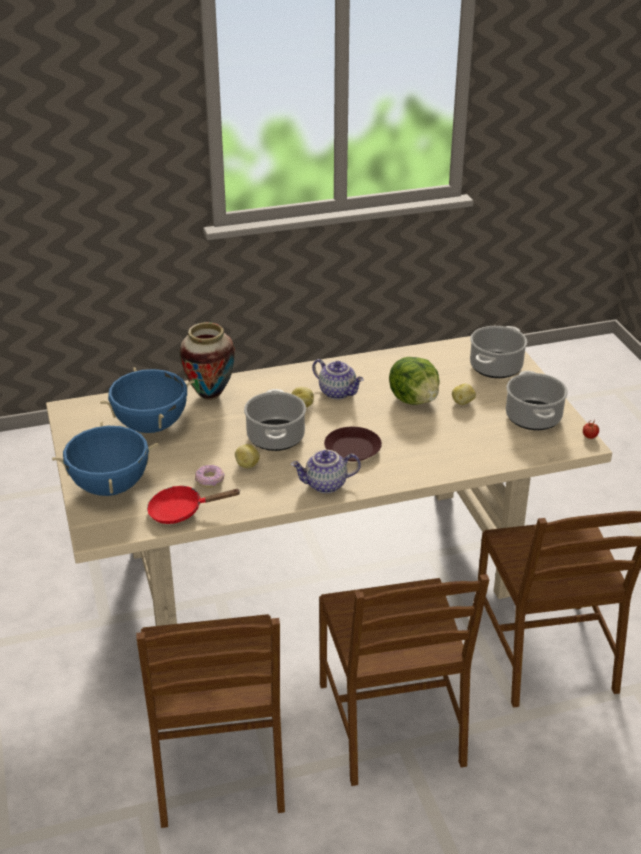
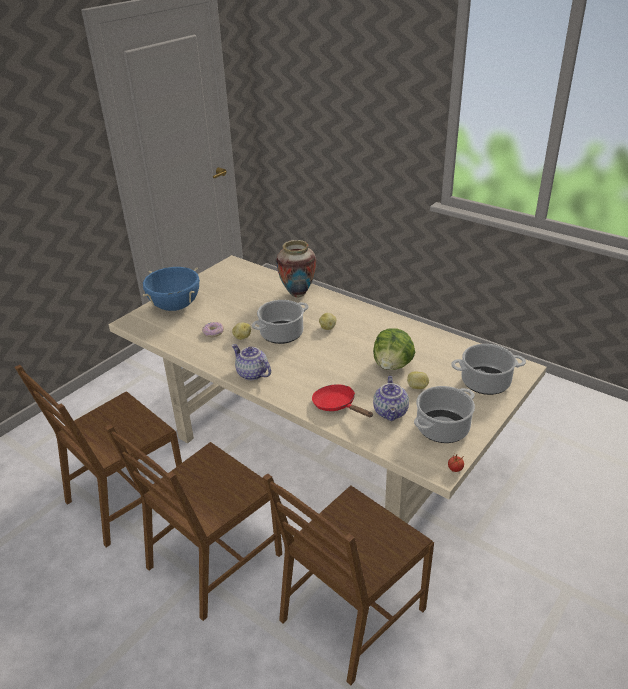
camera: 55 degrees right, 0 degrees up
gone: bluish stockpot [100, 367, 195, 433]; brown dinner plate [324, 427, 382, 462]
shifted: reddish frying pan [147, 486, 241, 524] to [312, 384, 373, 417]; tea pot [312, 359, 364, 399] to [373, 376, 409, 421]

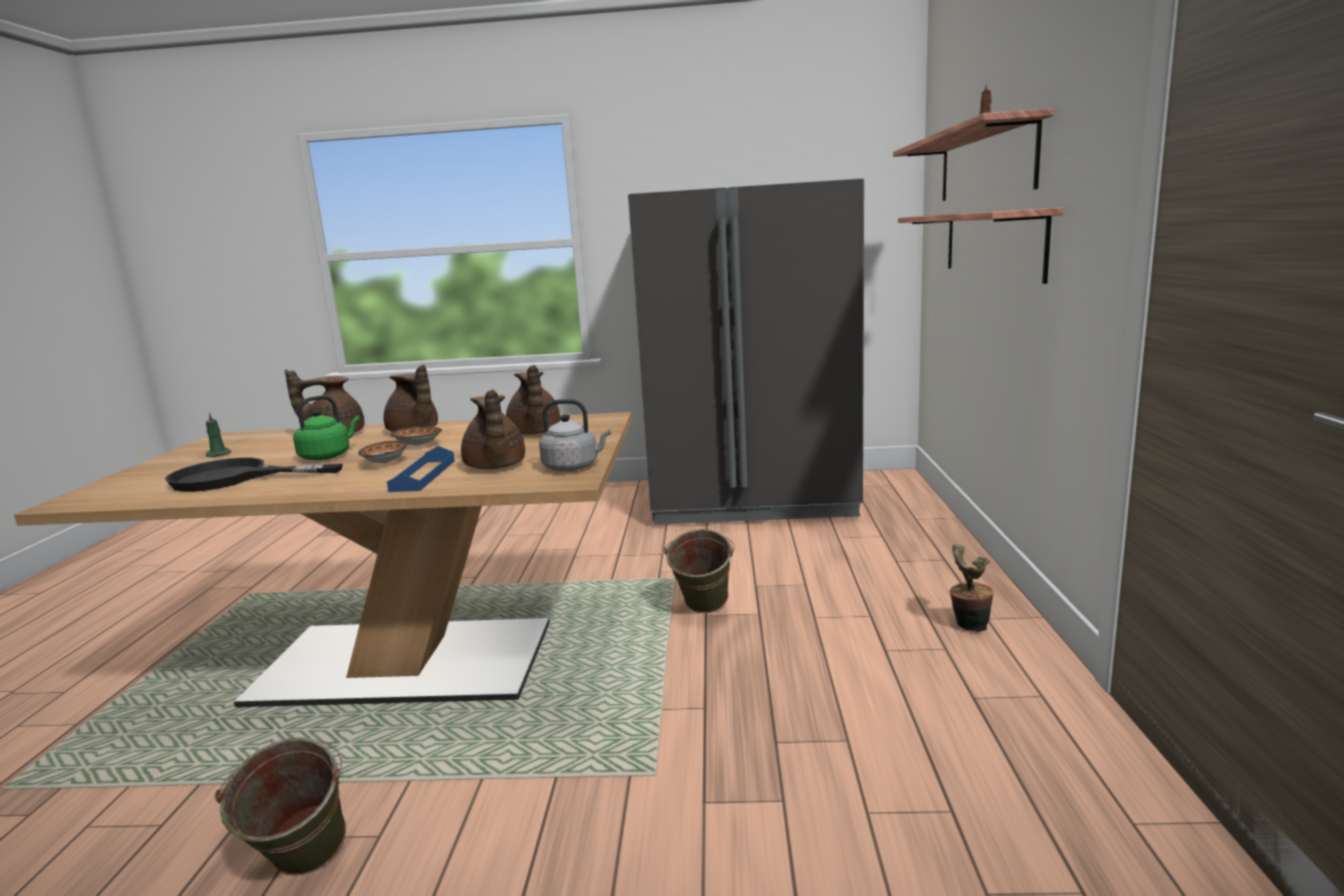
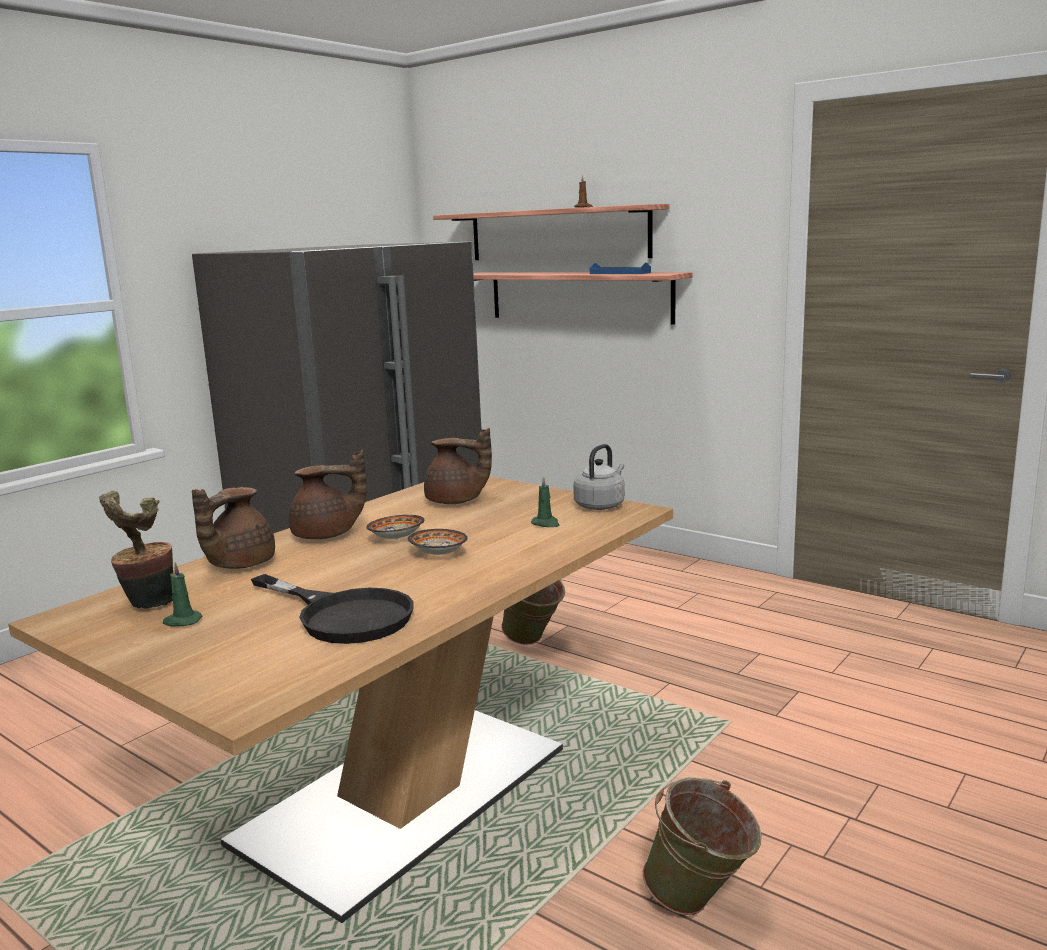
camera: 55 degrees left, 0 degrees up
gone: greenish tea kettle [293, 395, 360, 460]
shifted: bluish carrying tray [387, 446, 455, 492] to [590, 262, 651, 274]; houseplant [950, 544, 994, 632] to [99, 491, 173, 609]
swapped: brown tea pot [461, 389, 525, 469] to greenish candle [531, 476, 560, 527]
rotated: black frying pan [165, 458, 343, 492] = [251, 574, 414, 644] 90 degrees counterclockwise

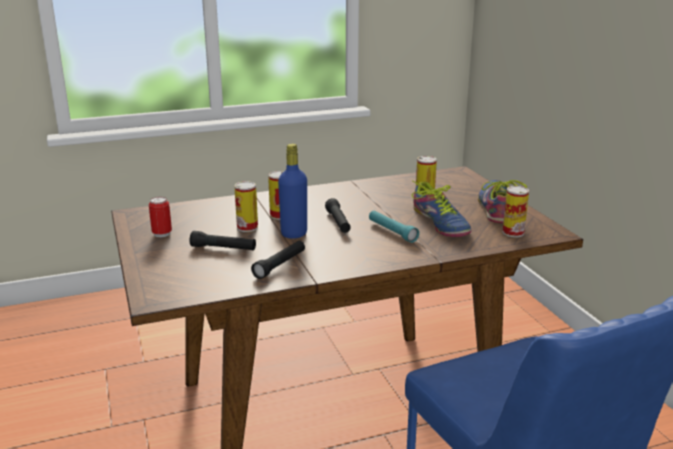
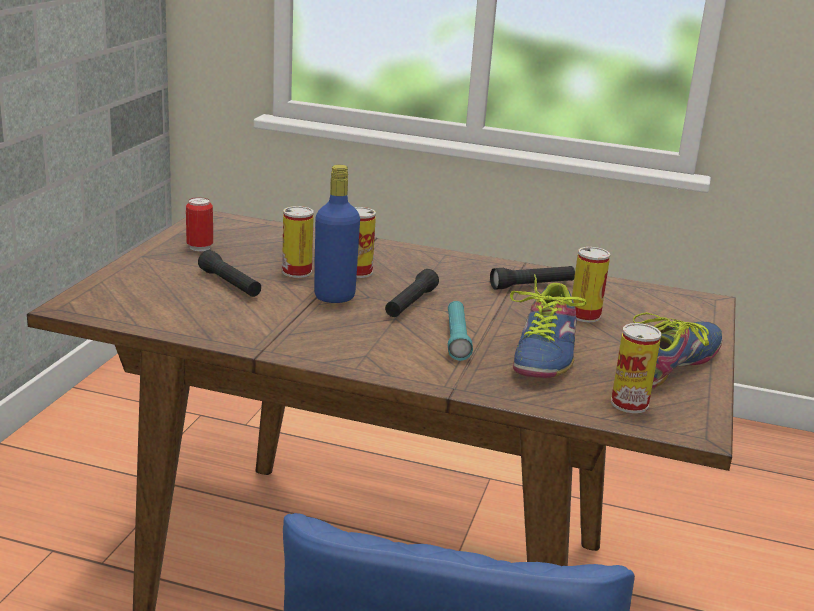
camera: 35 degrees right, 0 degrees up
shifted: black hand torch [251, 241, 305, 279] to [490, 266, 575, 289]

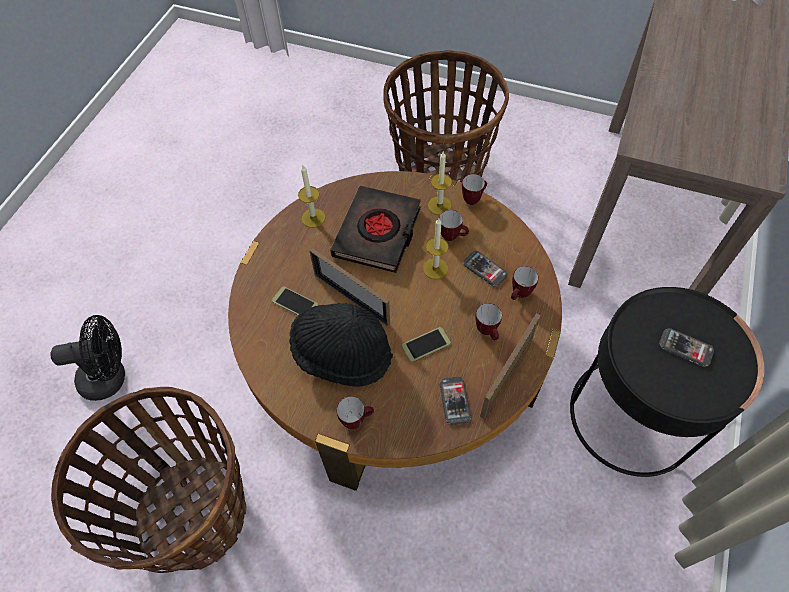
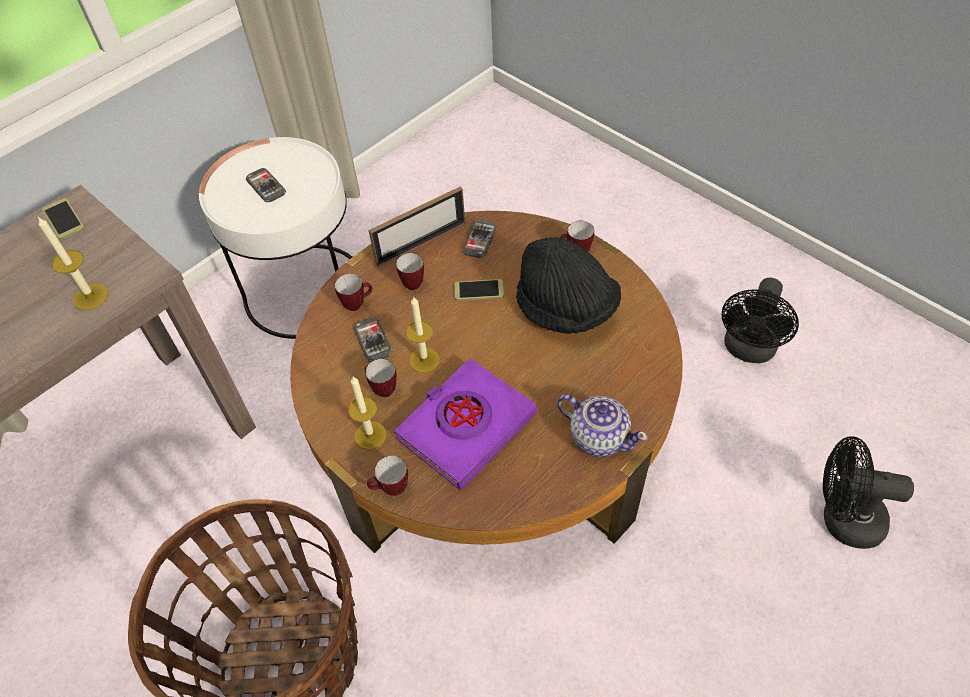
camera: 155 degrees left, 5 degrees down
gone: photo frame [309, 248, 390, 327]
new: tea pot [557, 394, 648, 457]
shifted: phone [272, 286, 318, 316] to [42, 198, 85, 240]; candle [298, 165, 325, 228] to [38, 216, 108, 310]; mug [462, 174, 487, 205] to [367, 455, 408, 496]
swapped: basket [51, 387, 246, 573] to black electric fan [721, 278, 799, 363]
repainted: black book [330, 186, 421, 273] to purple book [394, 358, 536, 490]; black accent table [570, 287, 764, 477] to white-coloured accent table [199, 137, 352, 339]

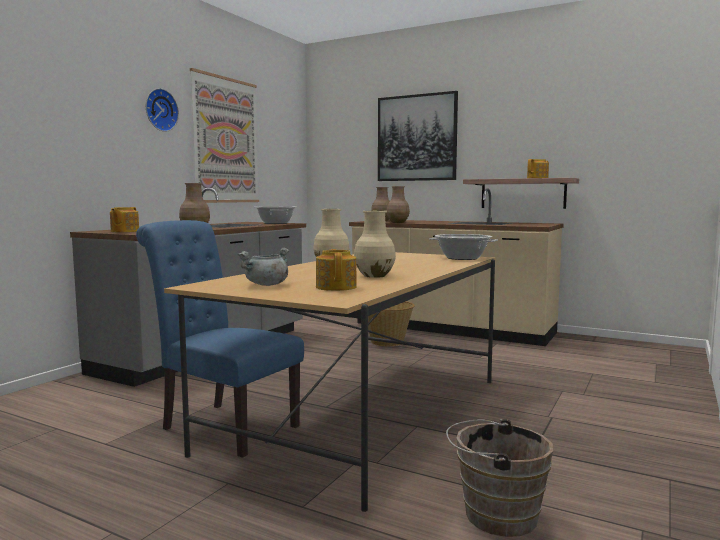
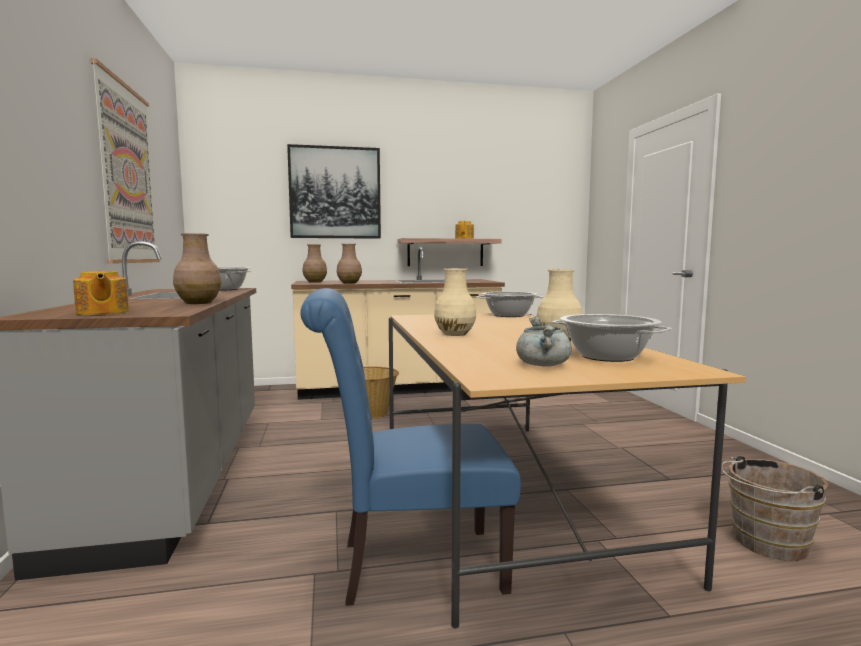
camera: 40 degrees left, 0 degrees up
gone: clock on the wall [146, 88, 179, 132]
swapped: tea pot [316, 249, 357, 291] to stockpot [552, 314, 672, 362]

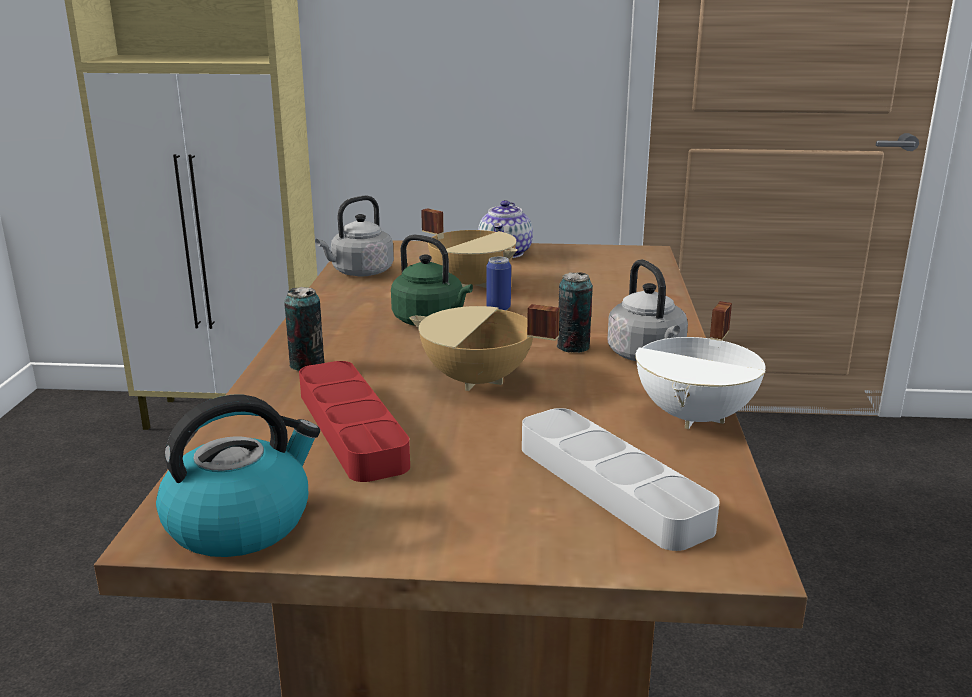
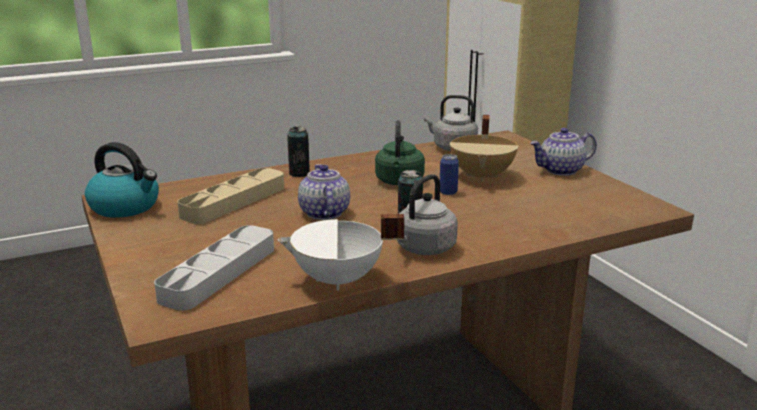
camera: 60 degrees right, 0 degrees up
swapped: beige stockpot [409, 304, 560, 391] to tea pot [298, 164, 350, 220]
repainted: reddish carrying tray [299, 361, 410, 482] to beige carrying tray [177, 168, 284, 224]

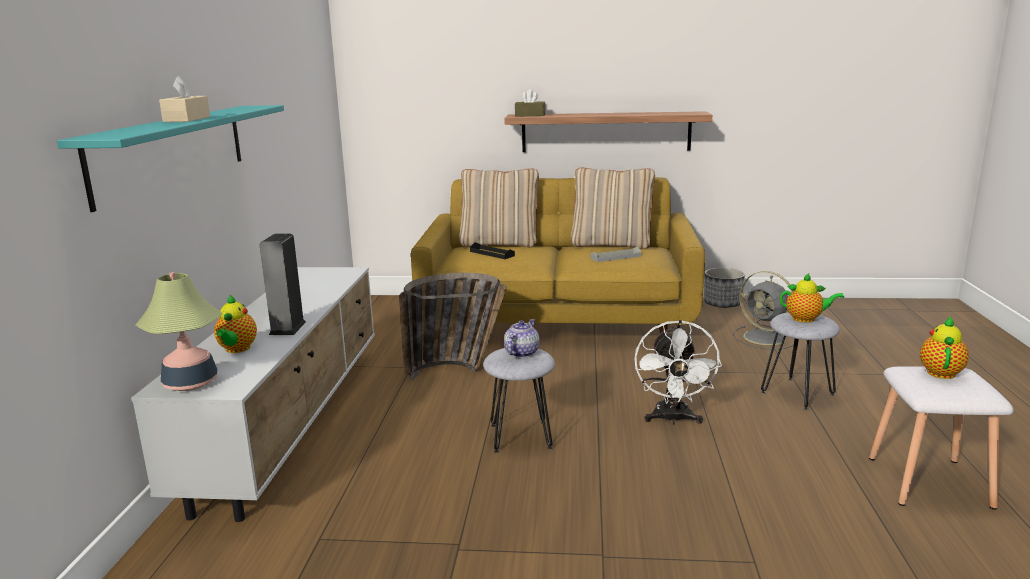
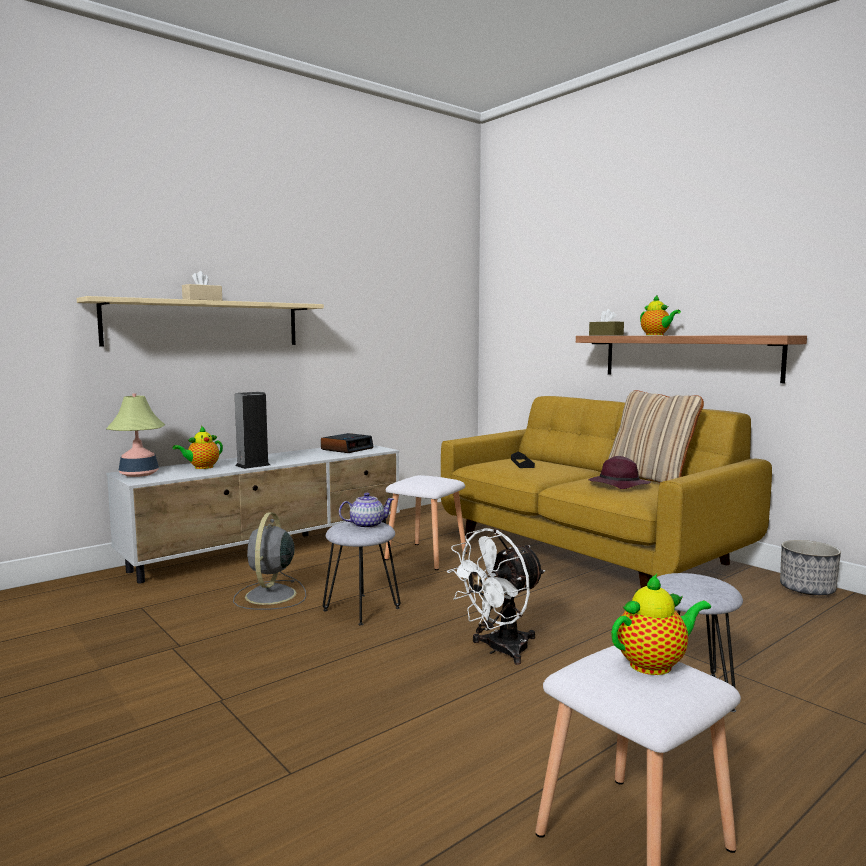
camera: 45 degrees right, 10 degrees down
gone: beige cushion [459, 169, 539, 247]
new: alarm clock [321, 433, 374, 453]
shifted: greyish electric fan [733, 271, 794, 350] to [233, 512, 306, 610]; tea pot [780, 273, 844, 323] to [640, 295, 681, 335]
swapped: basket [399, 273, 507, 381] to white-coloured sitting stool [384, 475, 467, 570]; greyish carrying tray [591, 246, 641, 262] to purple clothing hat [589, 456, 651, 489]
repainted: turquoise wall shelf [57, 105, 284, 212] to beige wall shelf [77, 296, 324, 346]

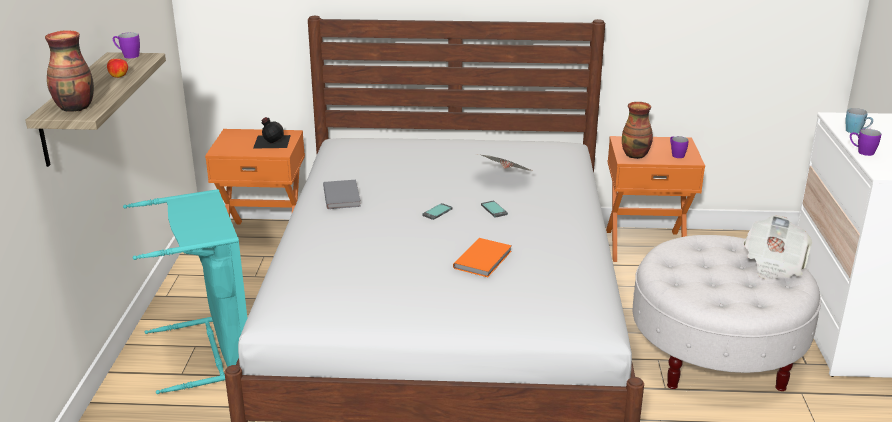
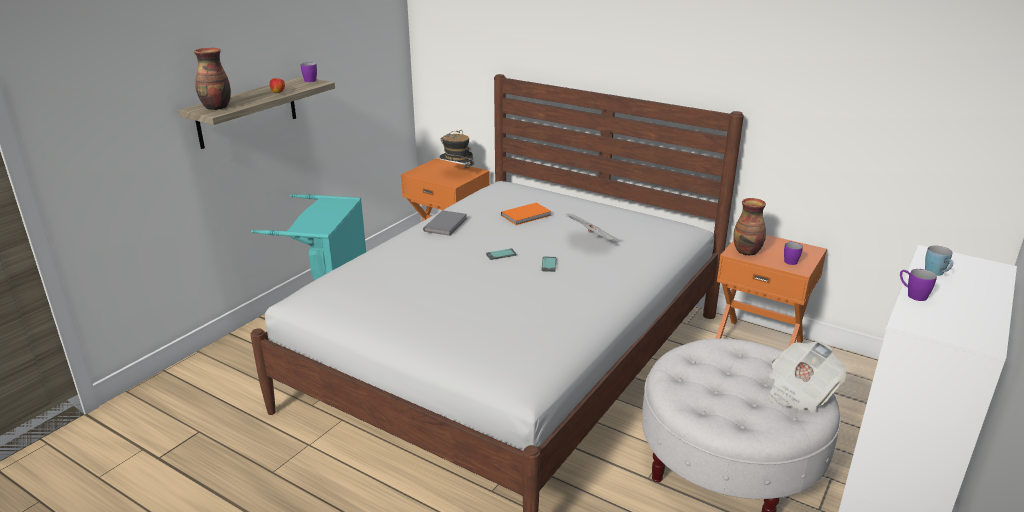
camera: 30 degrees right, 0 degrees up
shifted: orangey book [453, 238, 512, 277] to [501, 203, 551, 225]
swapped: black beverage bottle [253, 117, 291, 149] to clothing hat [439, 130, 474, 168]

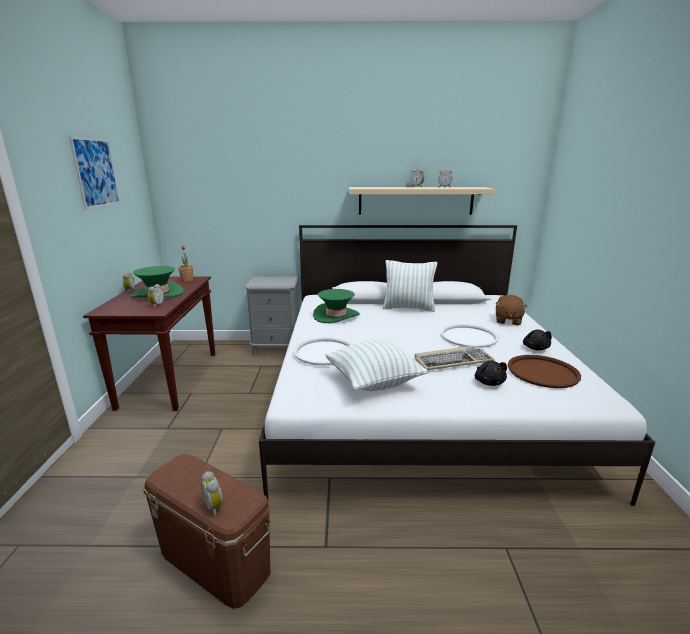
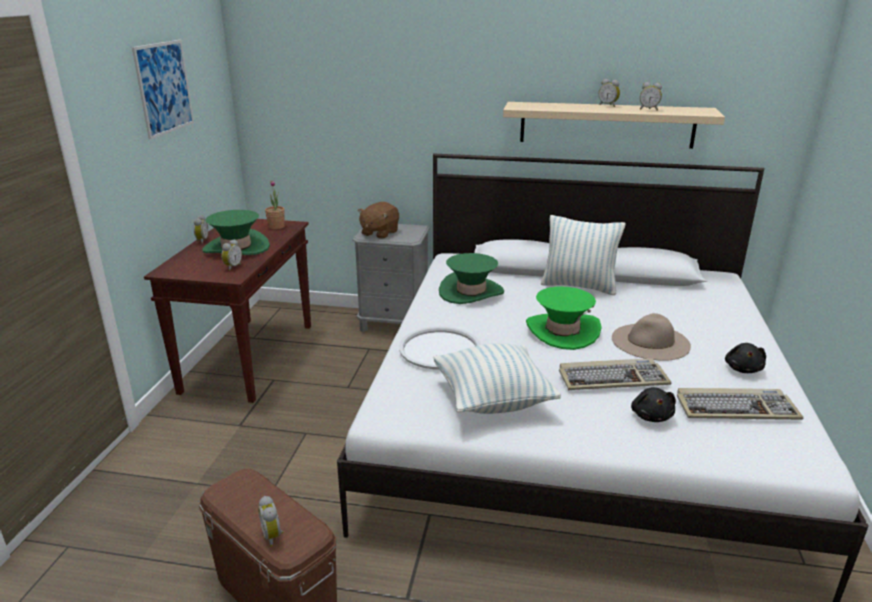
camera: 10 degrees right, 5 degrees up
new: greenish clothing hat [526, 287, 601, 350]
shifted: brown cuddly toy [496, 295, 527, 325] to [358, 202, 399, 239]
swapped: white-coloured carrying tray [441, 324, 499, 348] to beige clothing hat [612, 313, 691, 361]; brown carrying tray [508, 355, 581, 388] to keyboard [677, 388, 803, 420]

